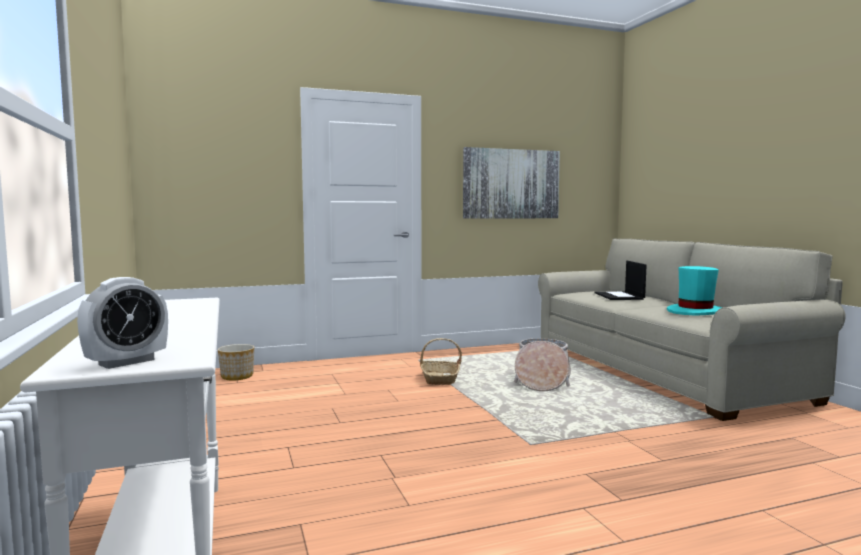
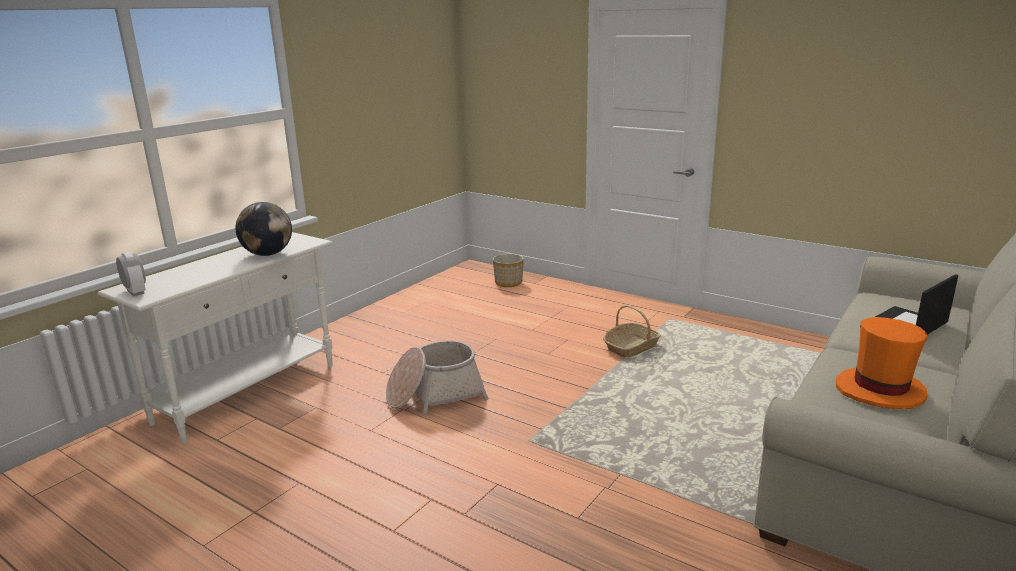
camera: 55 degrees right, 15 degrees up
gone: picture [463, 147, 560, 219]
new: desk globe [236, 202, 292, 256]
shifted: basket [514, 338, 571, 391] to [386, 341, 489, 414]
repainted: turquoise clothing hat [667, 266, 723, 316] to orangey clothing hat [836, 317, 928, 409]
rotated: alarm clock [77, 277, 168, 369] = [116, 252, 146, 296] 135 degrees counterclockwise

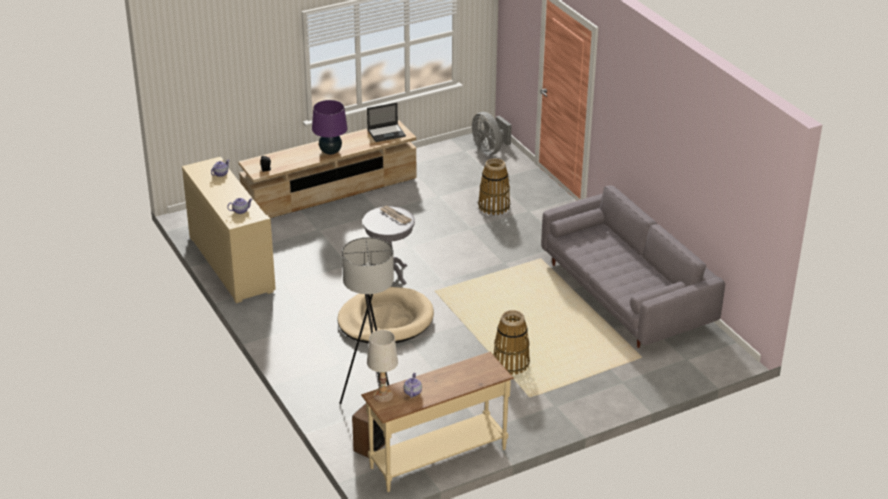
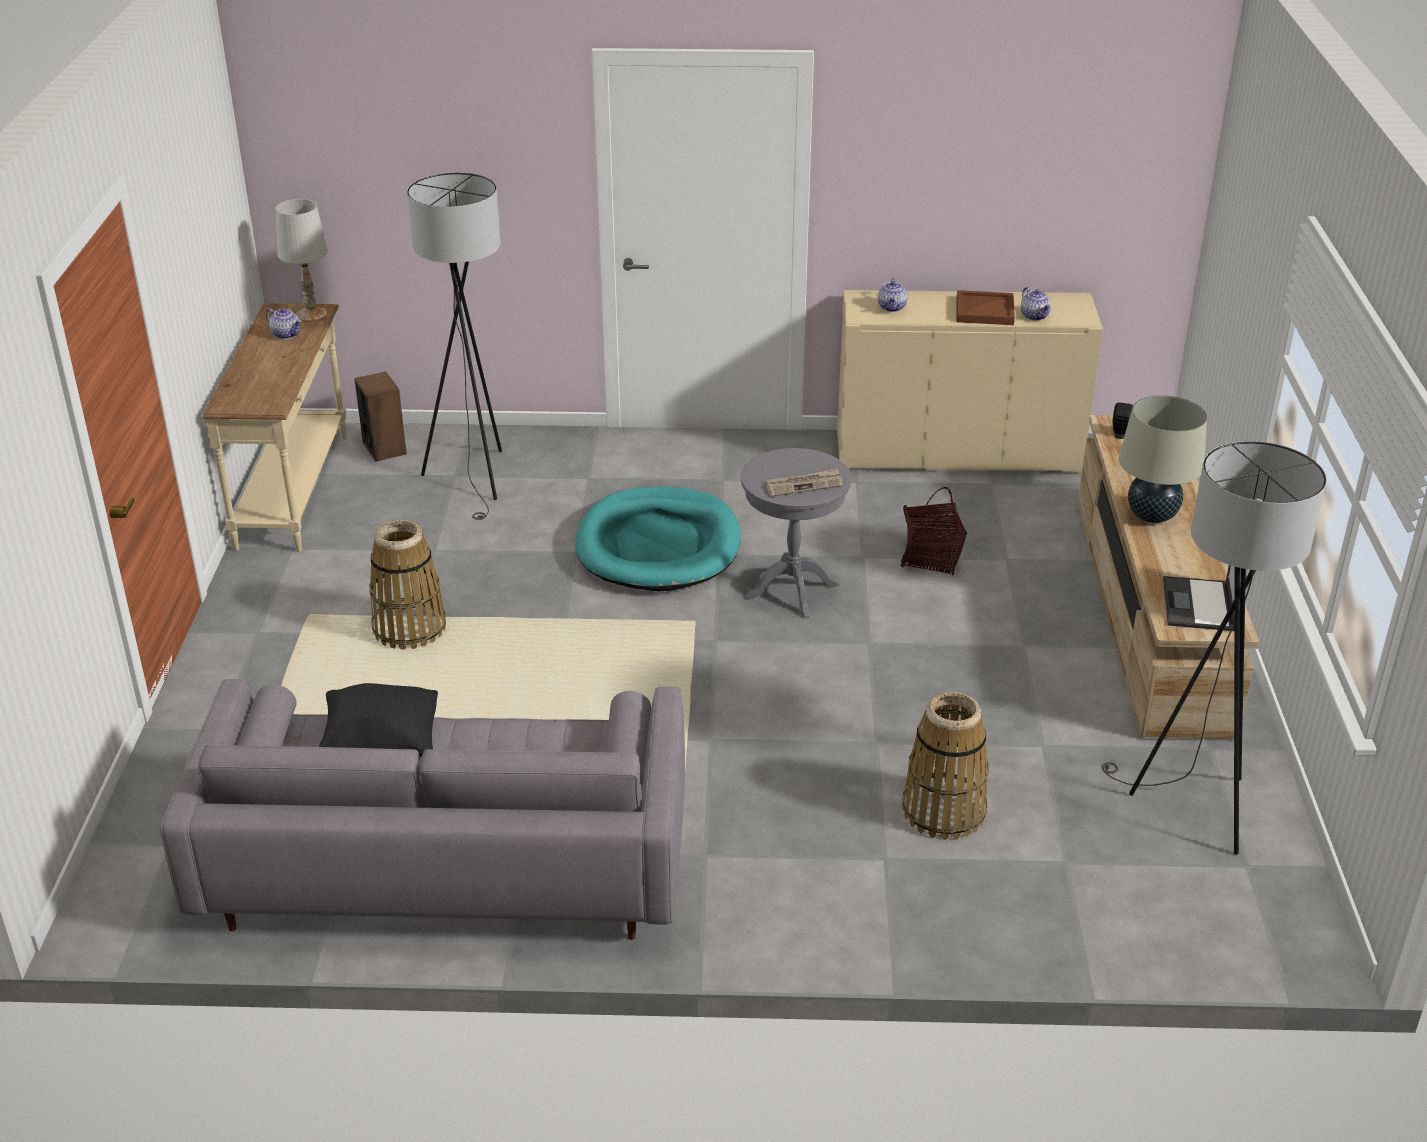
camera: 120 degrees right, 0 degrees up
gone: greyish electric fan [472, 112, 512, 155]
new: black cushion [319, 683, 438, 757]; basket [901, 487, 967, 576]; brown carrying tray [956, 290, 1015, 325]; greyish standing lamp [1101, 441, 1327, 855]
repainted: purple tabletop lamp [312, 100, 348, 154] to beige tabletop lamp [1119, 395, 1207, 523]; beige pet bed [337, 287, 434, 344] to turquoise pet bed [575, 486, 741, 591]

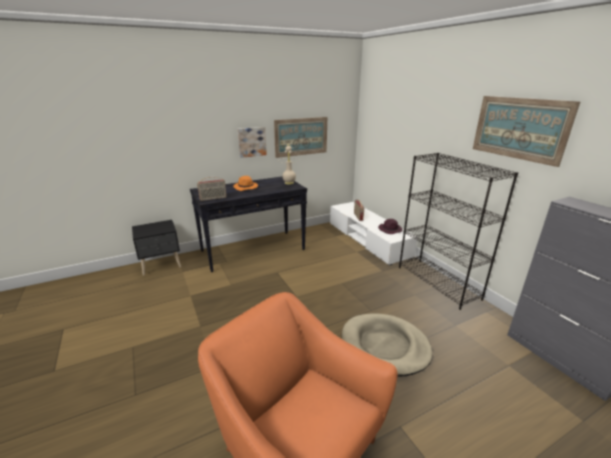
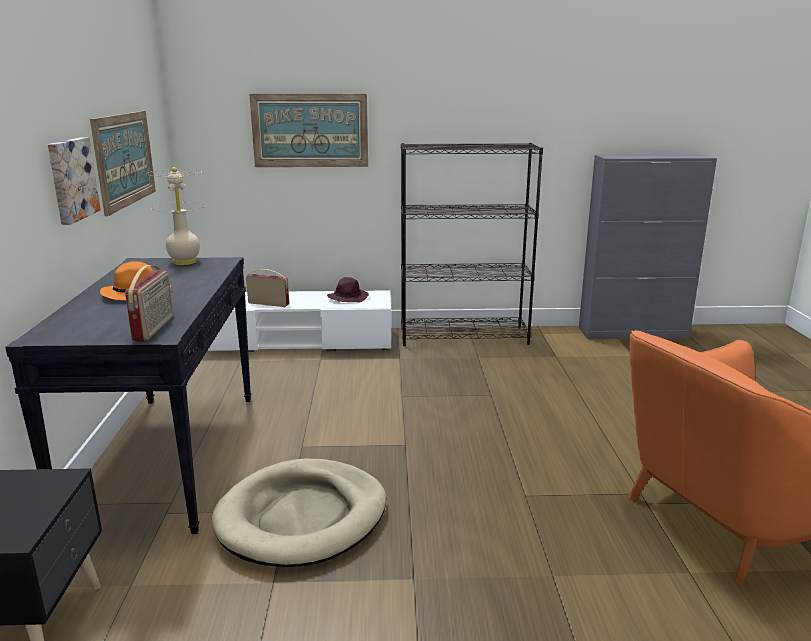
camera: 65 degrees left, 5 degrees down
shifted: beige pet bed [342, 313, 432, 377] to [211, 459, 386, 567]; picture [473, 96, 580, 167] to [249, 94, 368, 167]

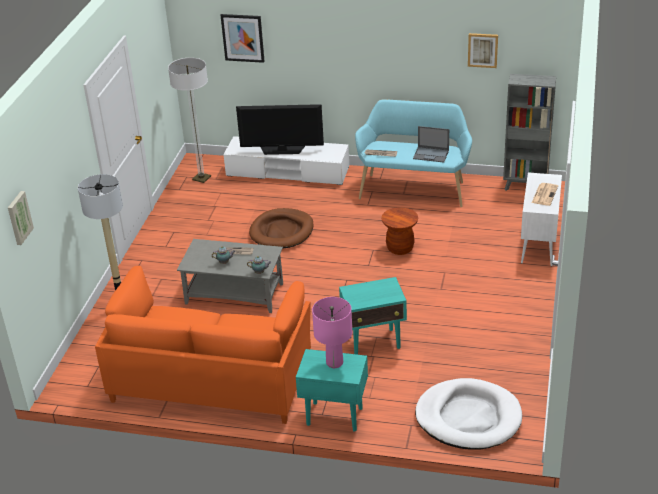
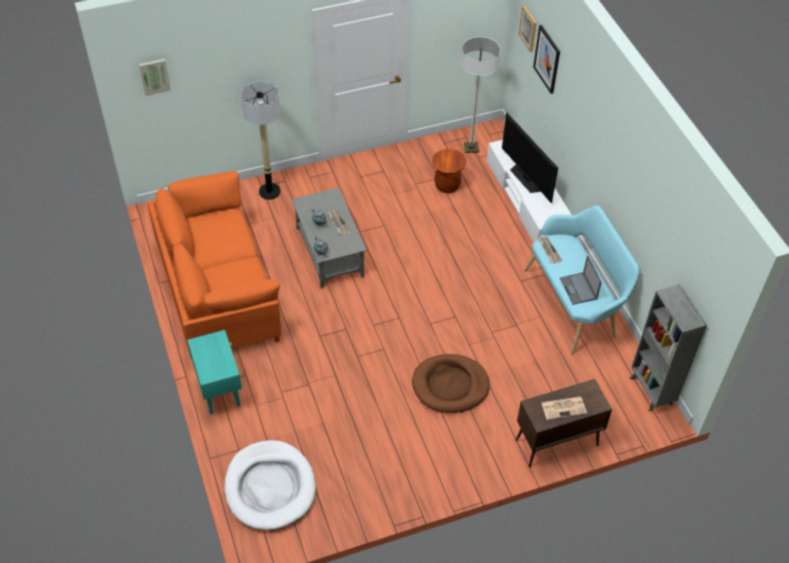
camera: 55 degrees right, 15 degrees up
gone: pink tabletop lamp [312, 297, 352, 368]; turquoise accent table [339, 277, 407, 355]
shifted: brown pet bed [249, 208, 313, 248] to [412, 354, 490, 413]; brown sitting stool [381, 207, 418, 255] to [432, 149, 466, 193]; picture [468, 33, 498, 68] to [518, 5, 537, 52]
repainted: white-coloured cabinet [521, 172, 562, 266] to brown cabinet [516, 379, 612, 467]

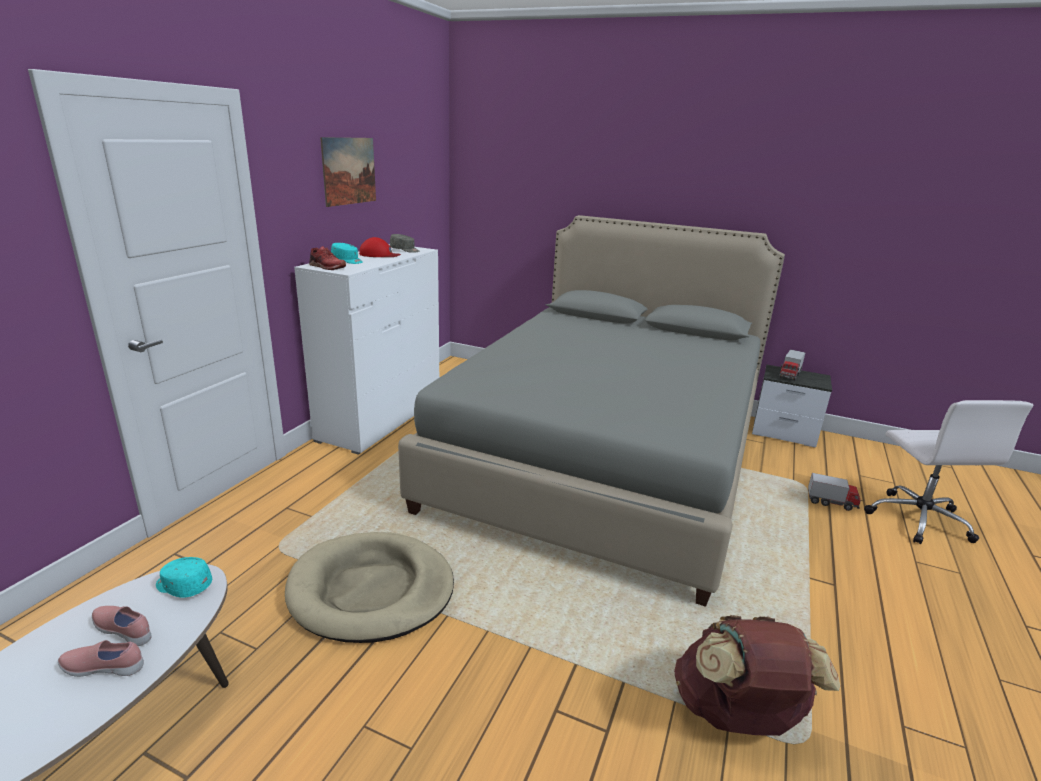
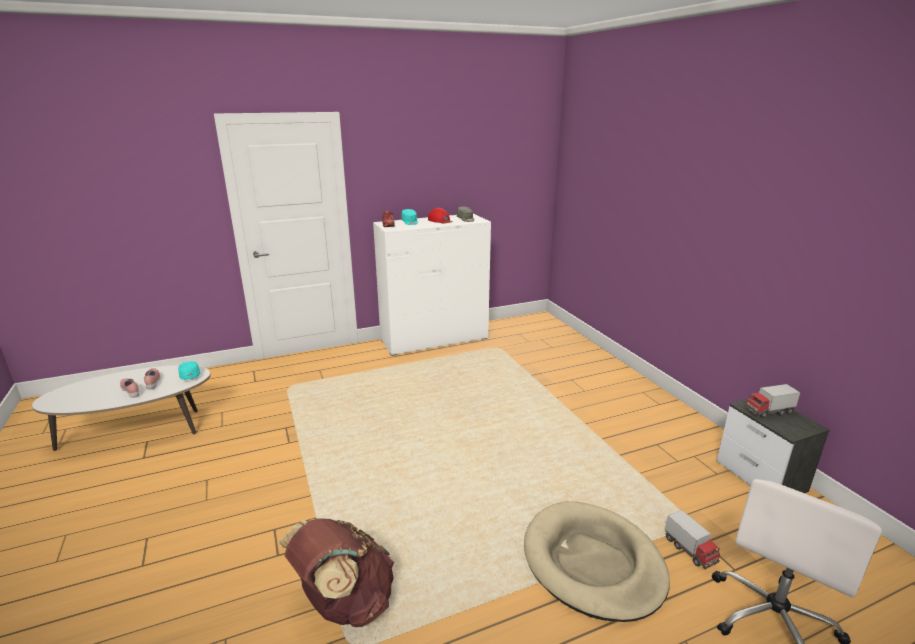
camera: 45 degrees right, 0 degrees up
gone: picture [320, 137, 376, 207]; greyish bed [398, 215, 785, 607]
shifted: beige pet bed [285, 532, 454, 643] to [524, 501, 670, 622]

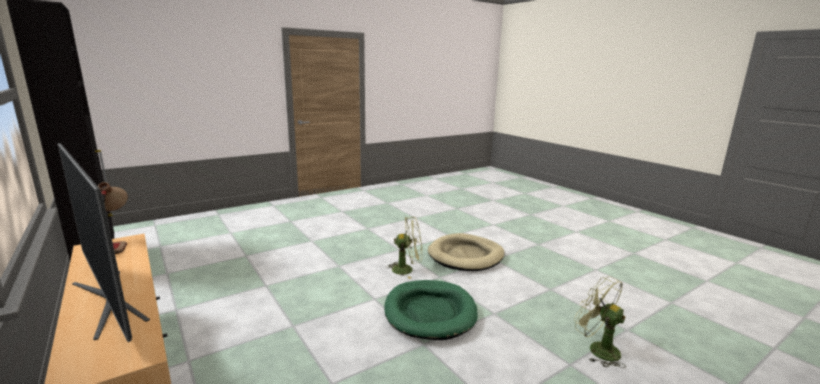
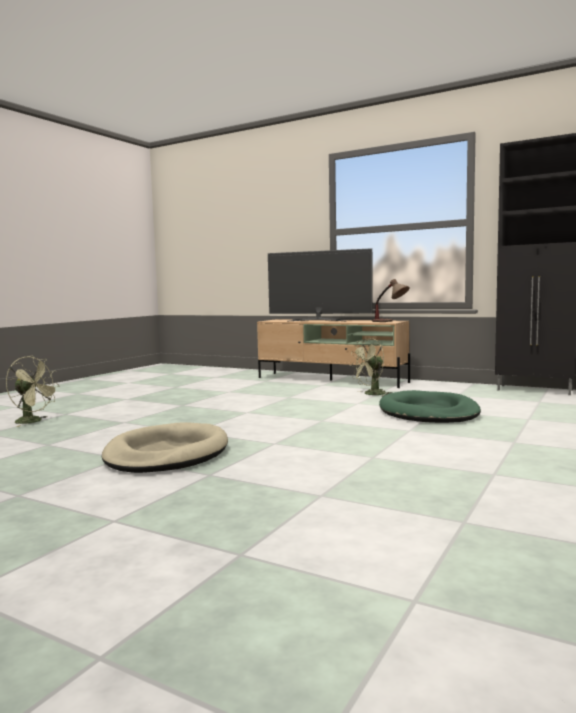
camera: 155 degrees right, 10 degrees down
shifted: greenish pet bed [384, 280, 478, 340] to [379, 390, 481, 423]; greenish electric fan [388, 217, 422, 279] to [350, 338, 391, 397]

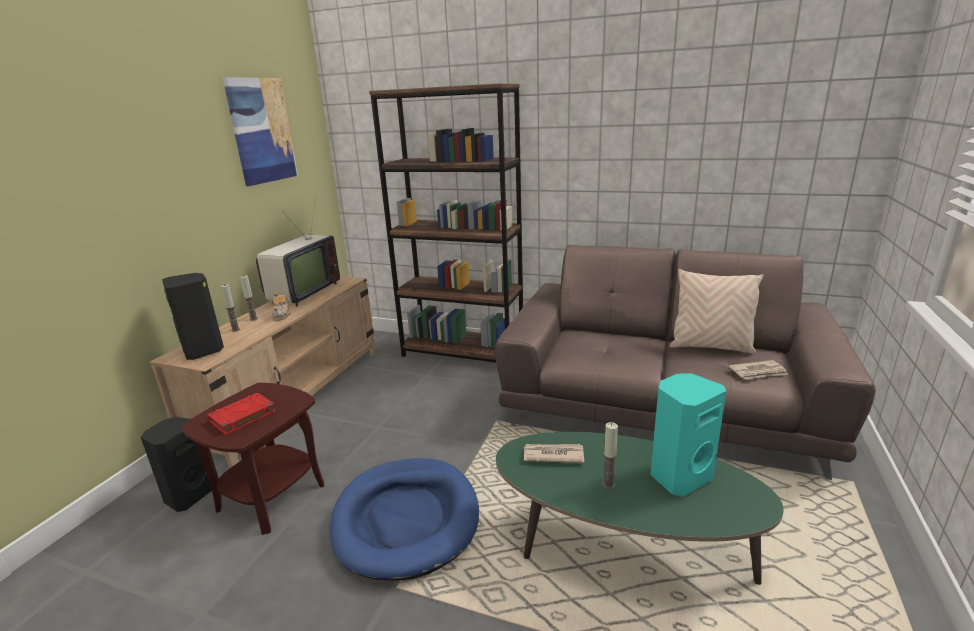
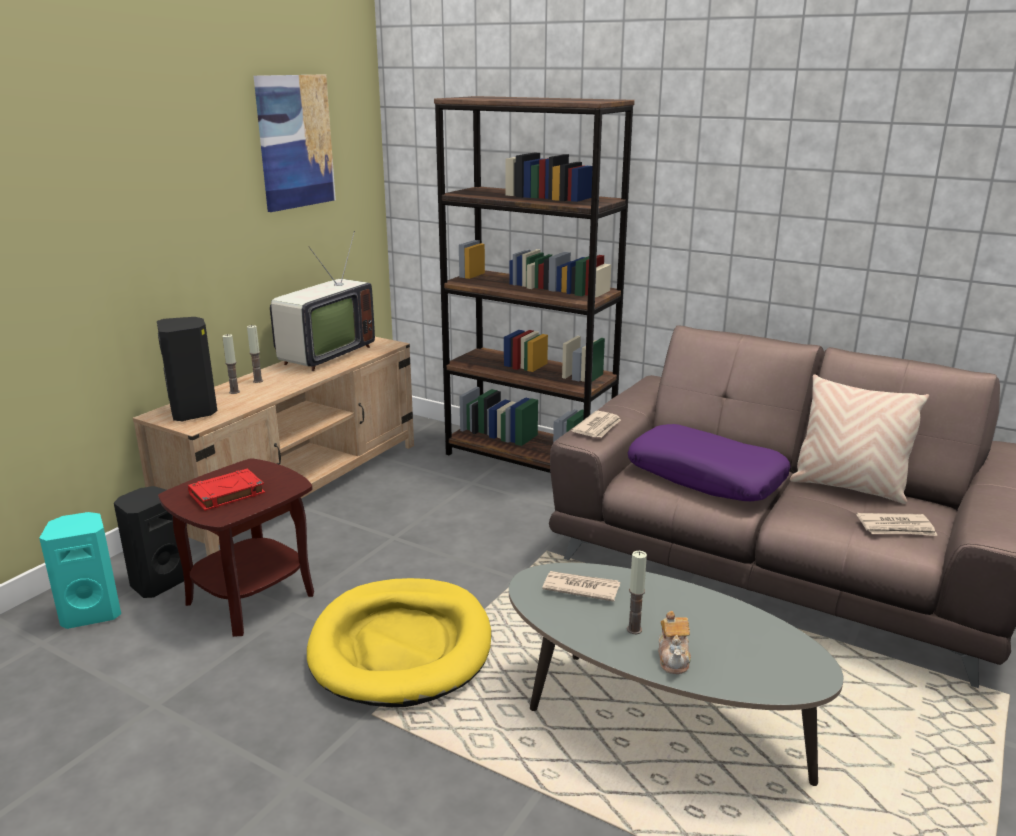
camera: 10 degrees right, 0 degrees up
new: daily paper [571, 411, 621, 438]; purple cushion [628, 424, 790, 501]
shifted: tea pot [272, 292, 291, 320] to [658, 611, 691, 674]; turquoise loudspeaker [650, 373, 726, 497] to [39, 512, 121, 629]
repainted: bluish pet bed [329, 458, 479, 581] to yellowish pet bed [307, 578, 491, 707]; greenish lounge table [496, 432, 784, 585] to greyish lounge table [509, 563, 844, 786]

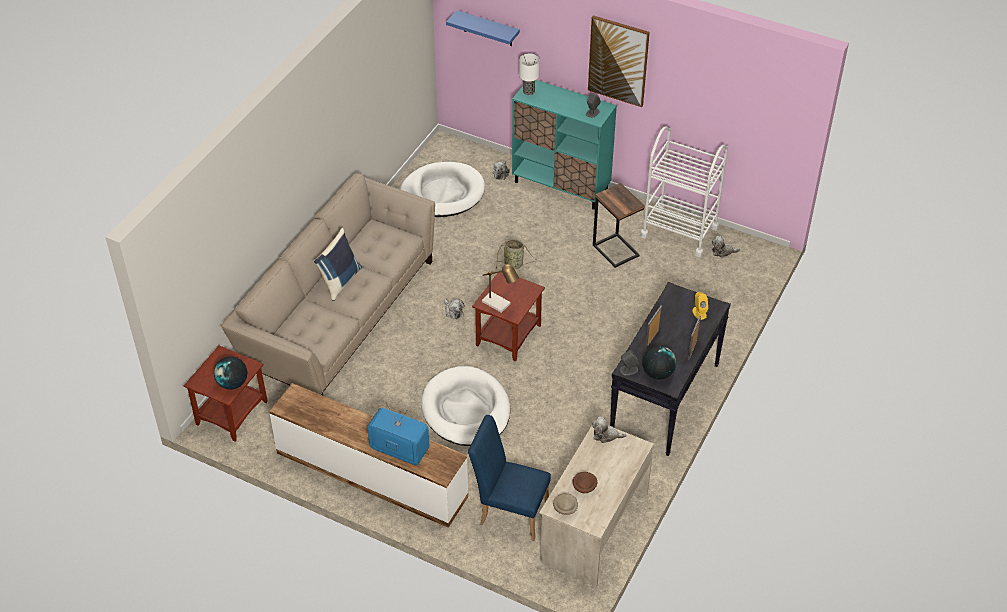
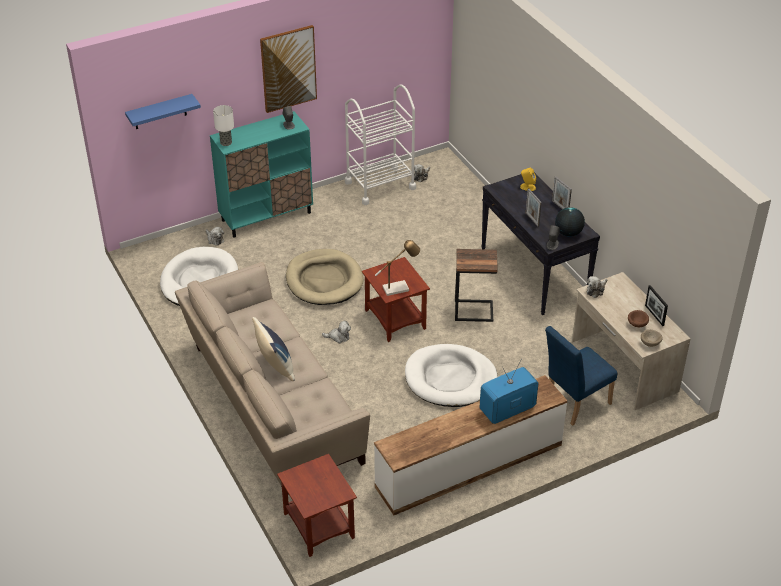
camera: 55 degrees left, 5 degrees down
gone: desk globe [214, 357, 248, 389]
new: photo frame [645, 285, 668, 326]
shifted: accent table [593, 183, 645, 268] to [455, 249, 498, 322]
swapped: basket [494, 239, 543, 269] to beige pet bed [286, 249, 364, 305]

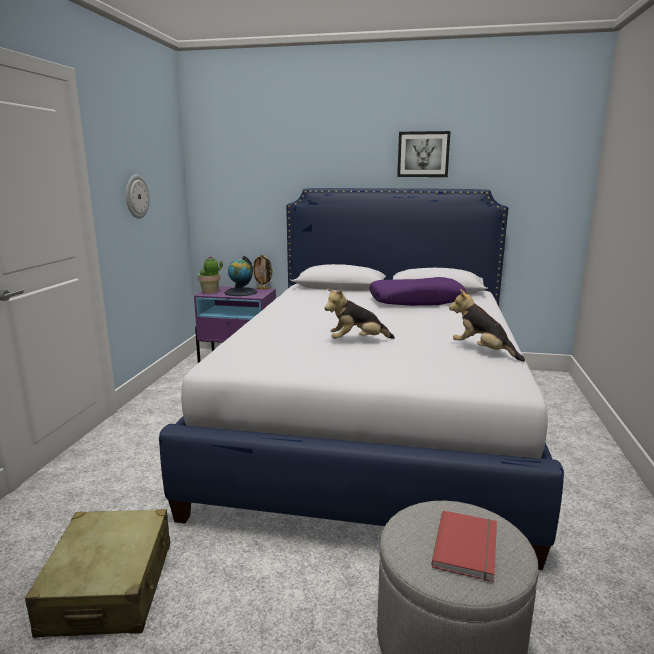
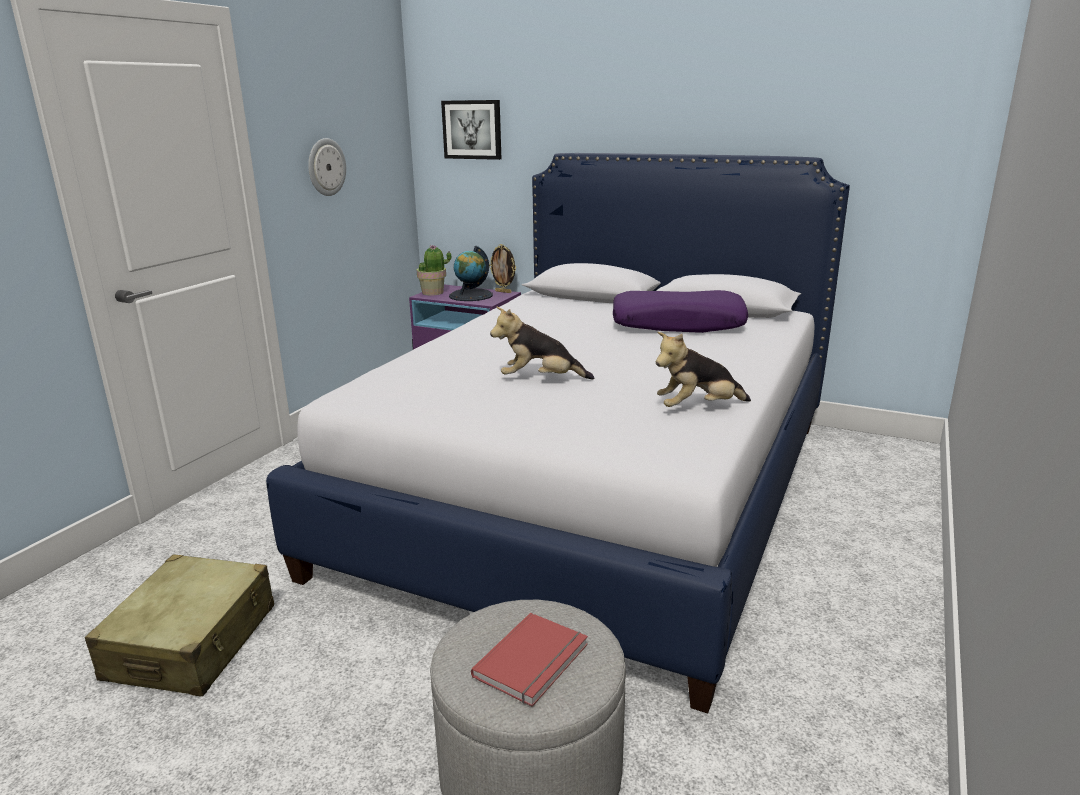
camera: 15 degrees right, 5 degrees up
shifted: picture [397, 131, 451, 177] to [441, 100, 501, 160]
rotated: cuddly toy [449, 289, 525, 362] = [656, 332, 751, 407] 75 degrees counterclockwise

